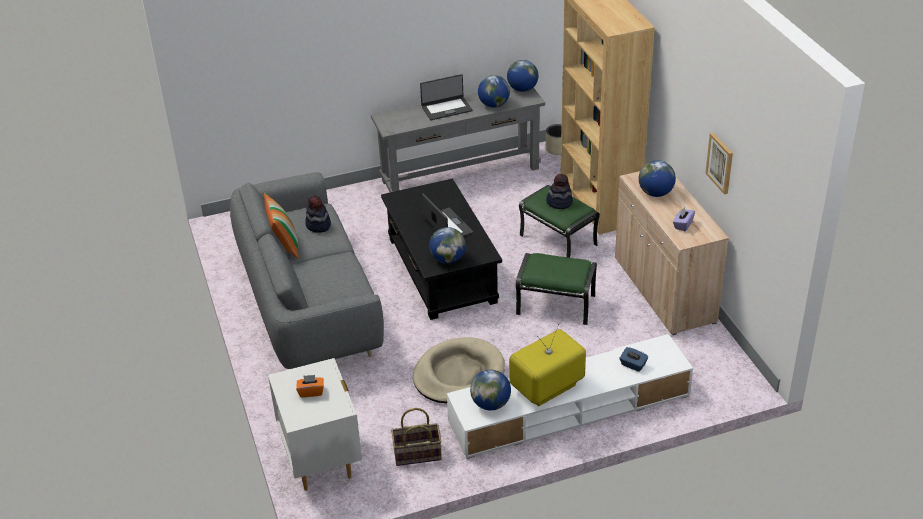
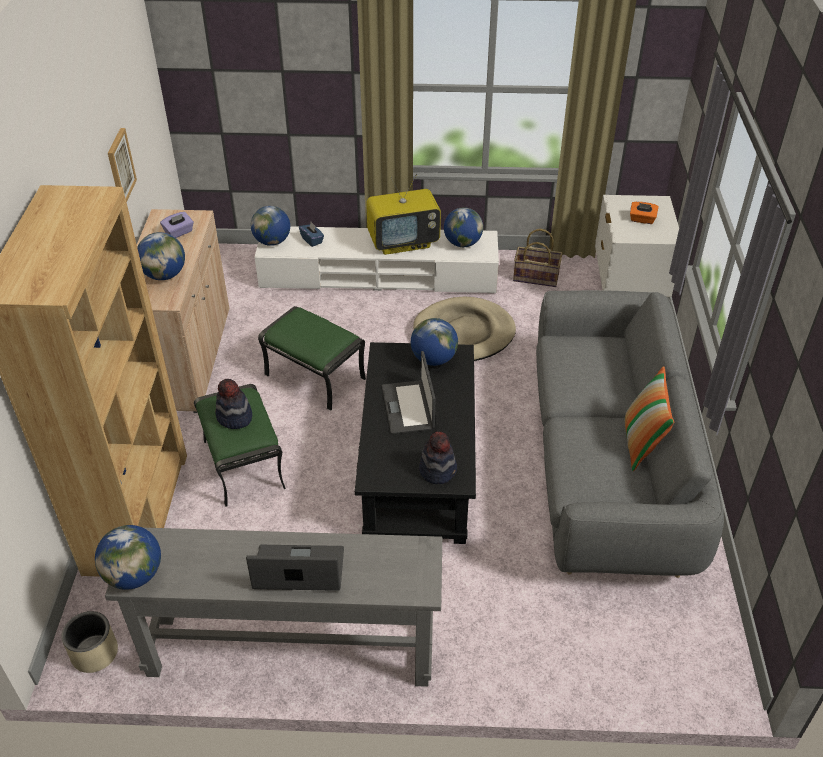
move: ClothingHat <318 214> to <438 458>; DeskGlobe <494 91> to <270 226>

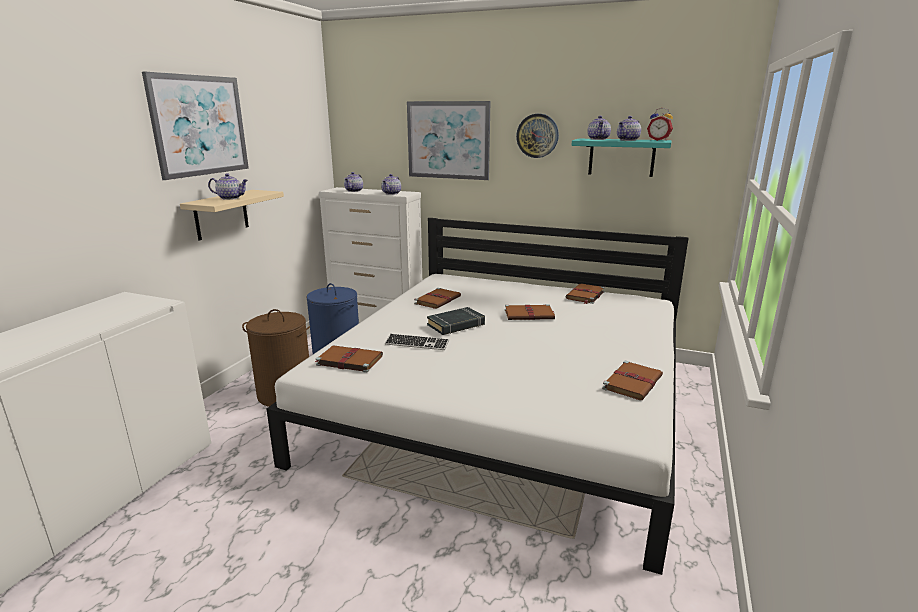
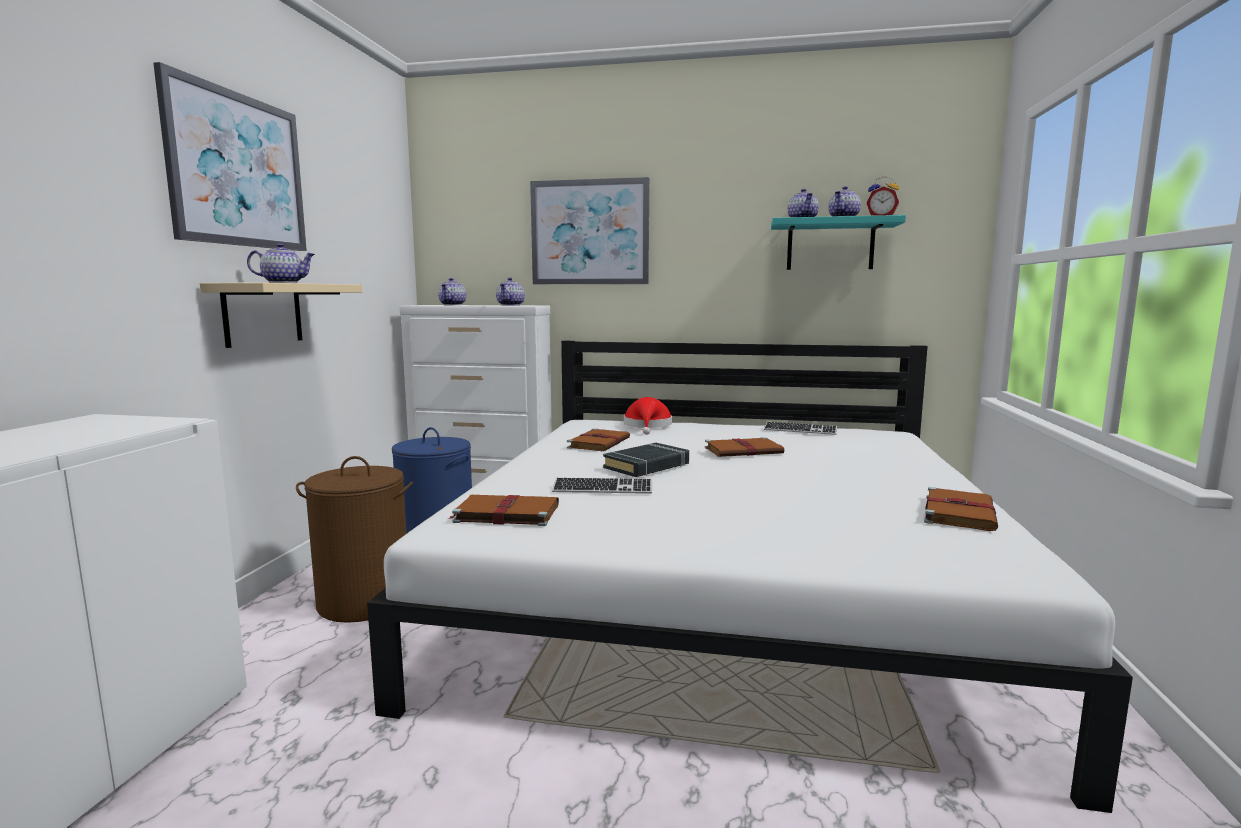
delete: ClockOnTheWall <537 136>
insert: RedColouredClothingHat <648 416>
replace: BrownishBook <585 293> to ComputerKeyboard <800 428>

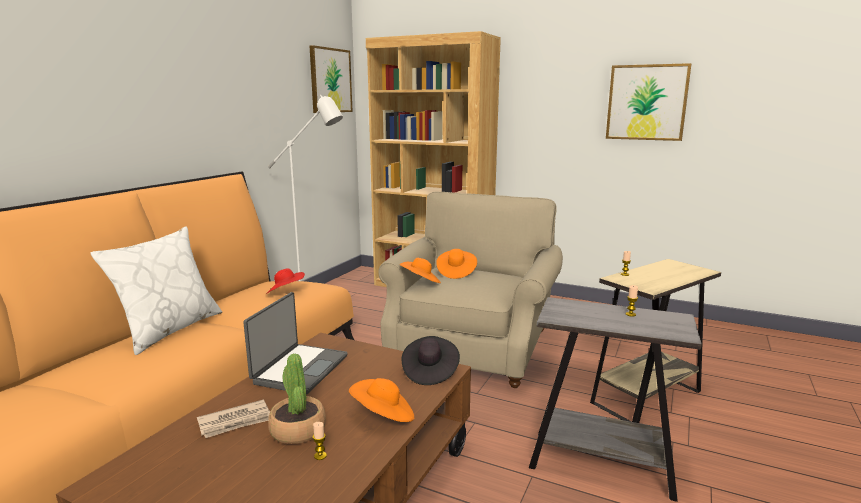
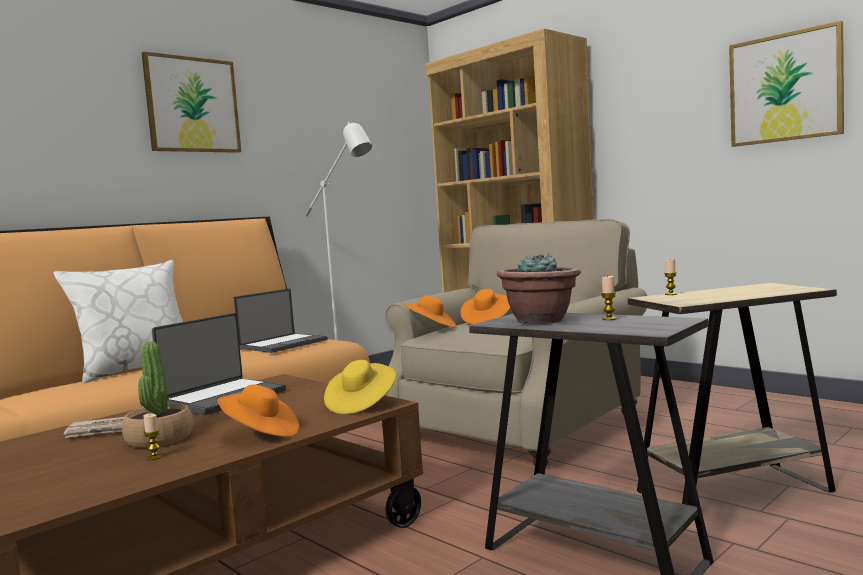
insert: PottedPlant <539 288>
move: Picture <331 79> to <191 102>
replace: RedColouredClothingHat <285 281> to Laptop <280 320>
recolor: BlackColouredClothingHat <431 360> to YellowColouredClothingHat <360 387>

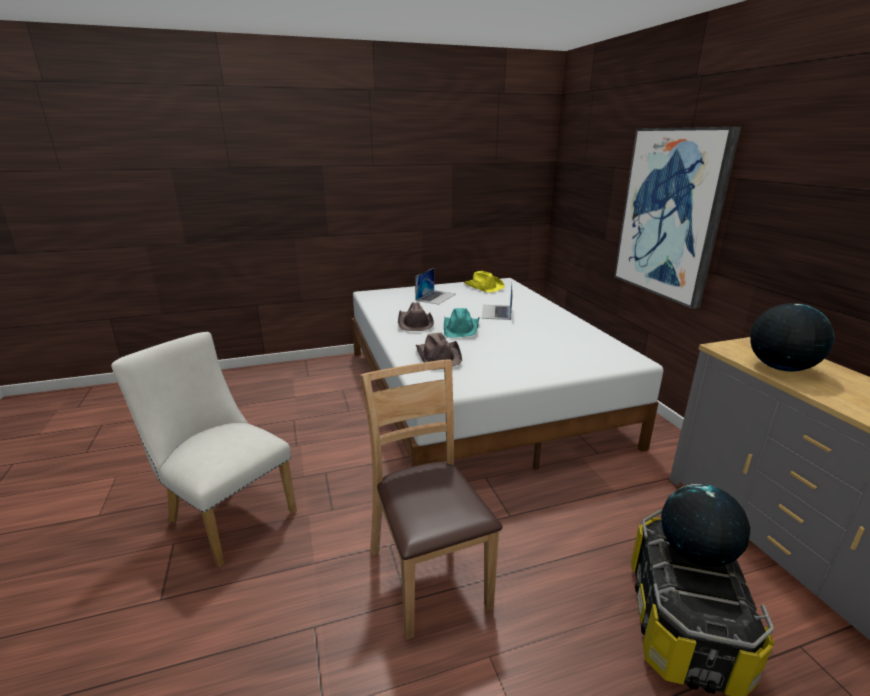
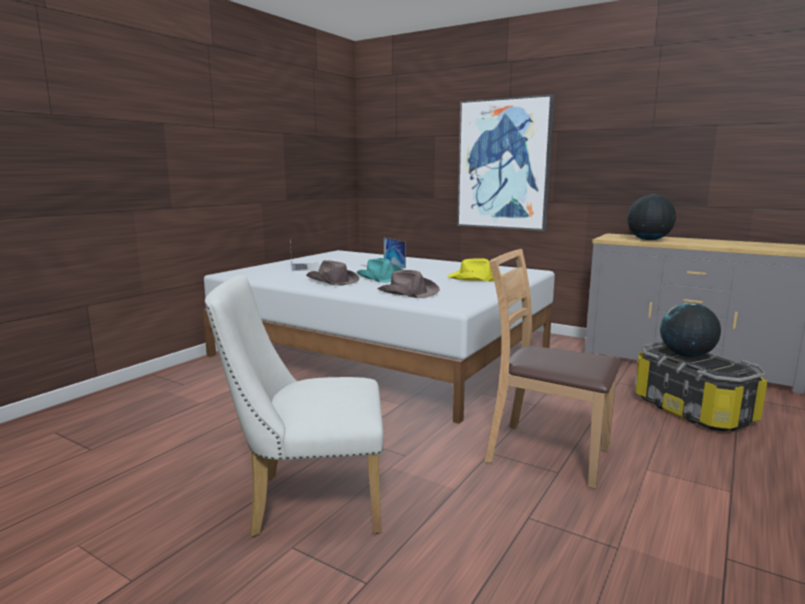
move: YellowColouredClothingHat <484 282> to <475 270>

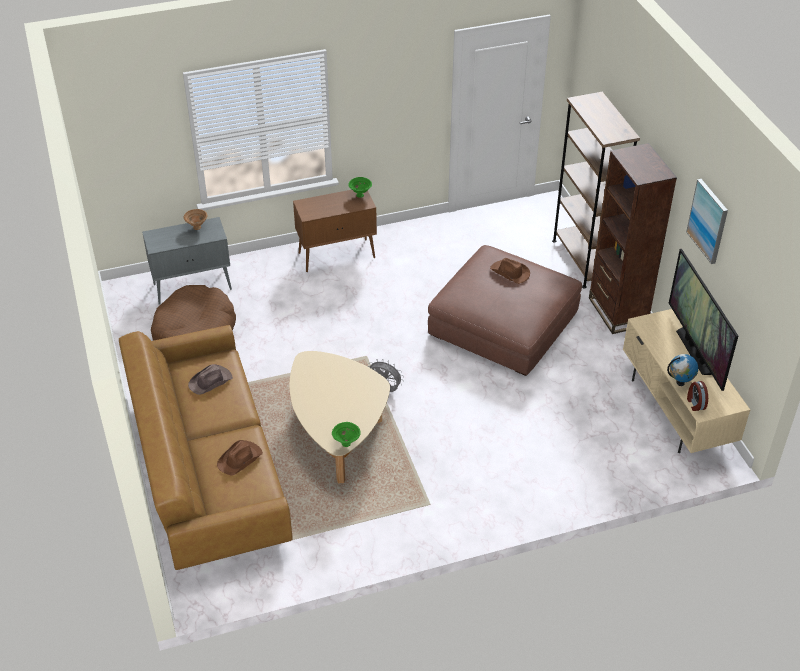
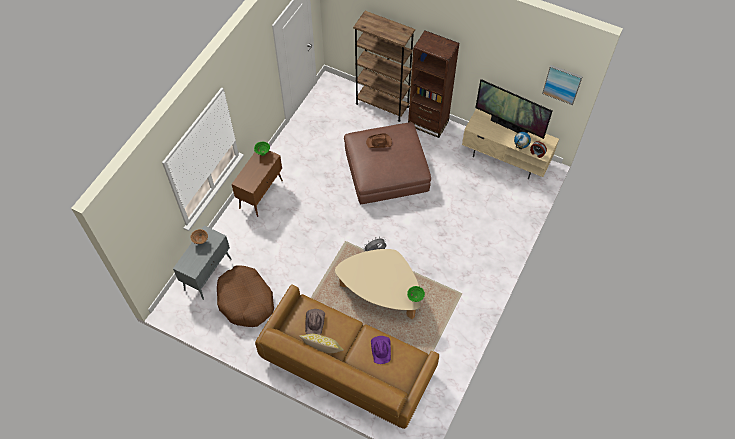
insert: ThrowPillow <321 343>
move: Picture <707 221> to <562 85>
recolor: BrownishClothingHat <240 458> to PurpleClothingHat <381 350>

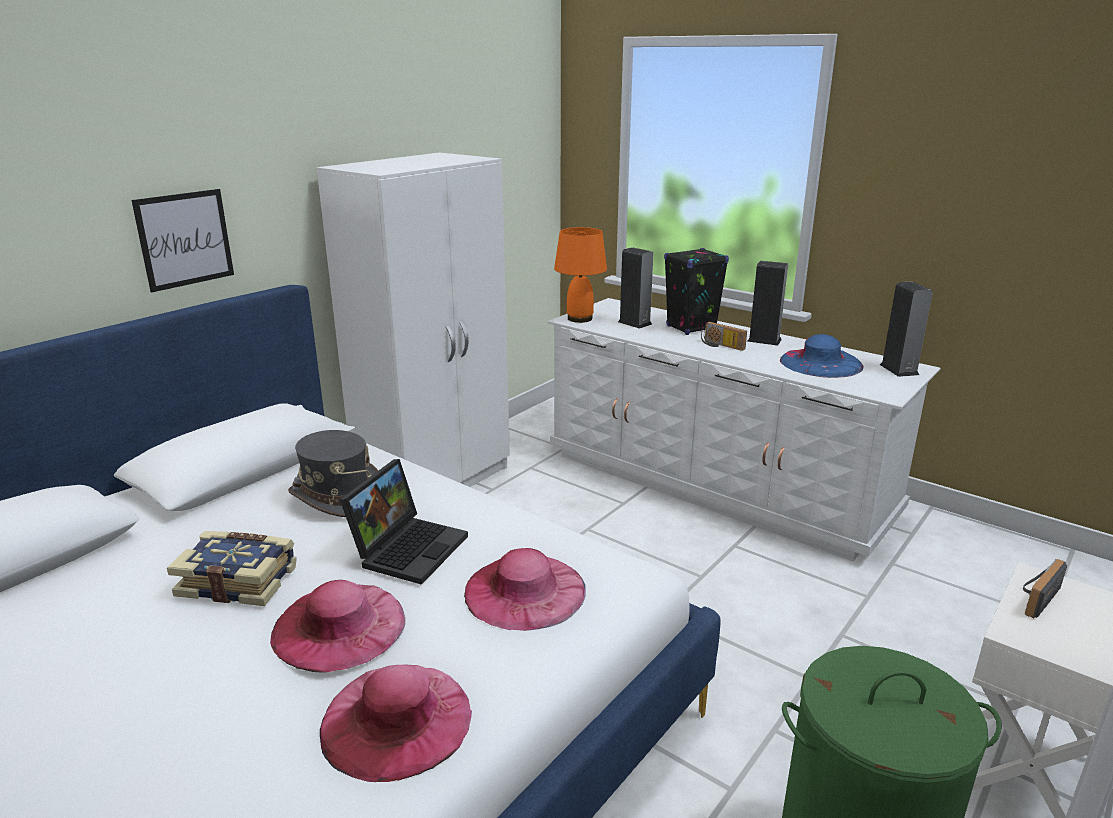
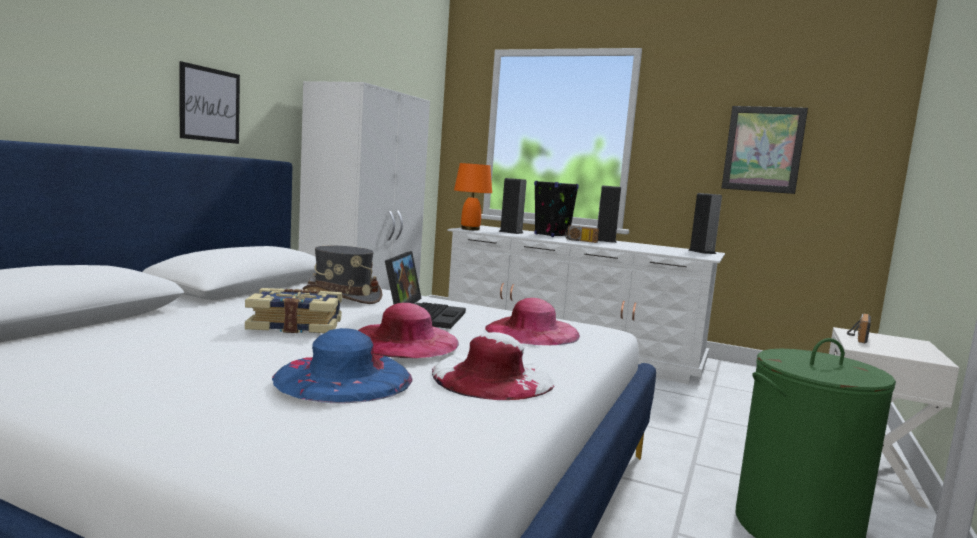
insert: Picture <765 150>
move: BluishClothingHat <821 356> to <342 365>
recolor: PinkColouredClothingHat <396 723> to WhitishClothingHat <493 366>

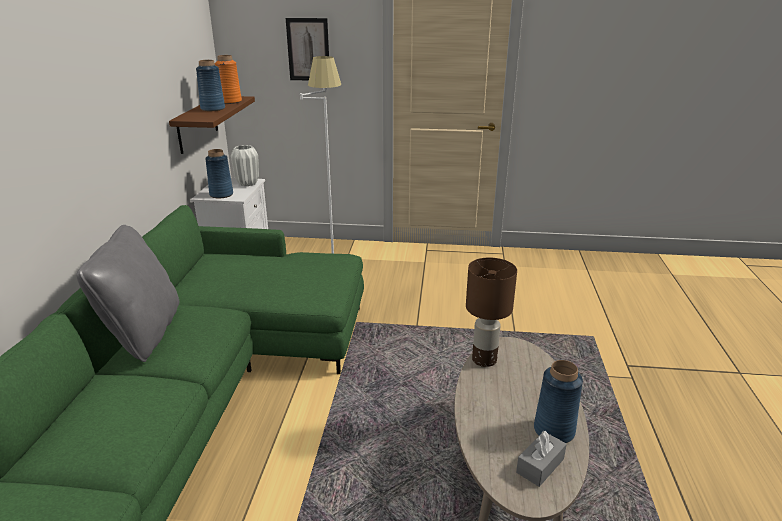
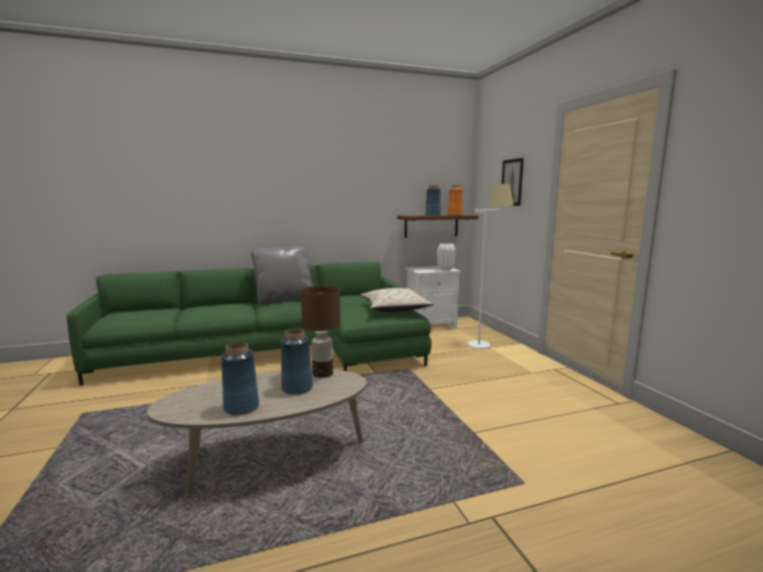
delete: GreyBoxOfTissues <541 459>
insert: BeigeThrowPillow <397 300>
move: BluishVase <219 174> to <297 362>

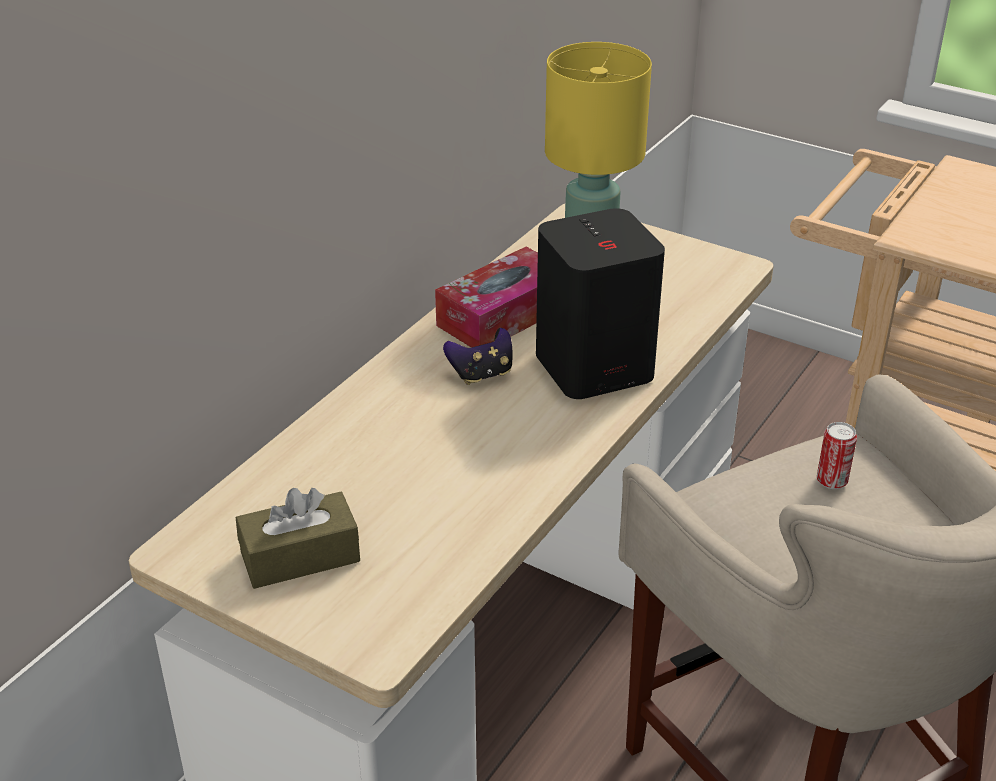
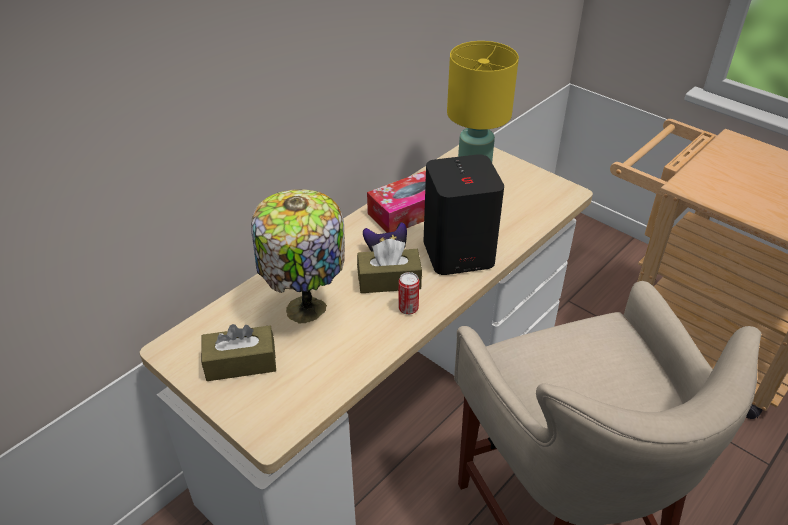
insert: TabletopLamp <298 256>; BrownishBoxOfTissues <389 266>
move: MetalCan <837 455> to <409 293>

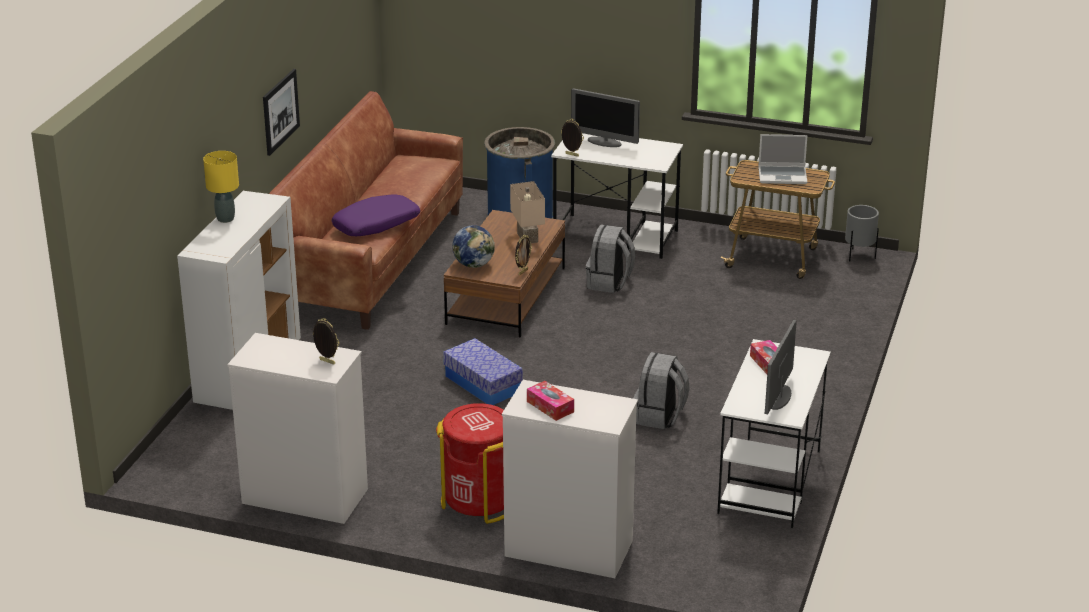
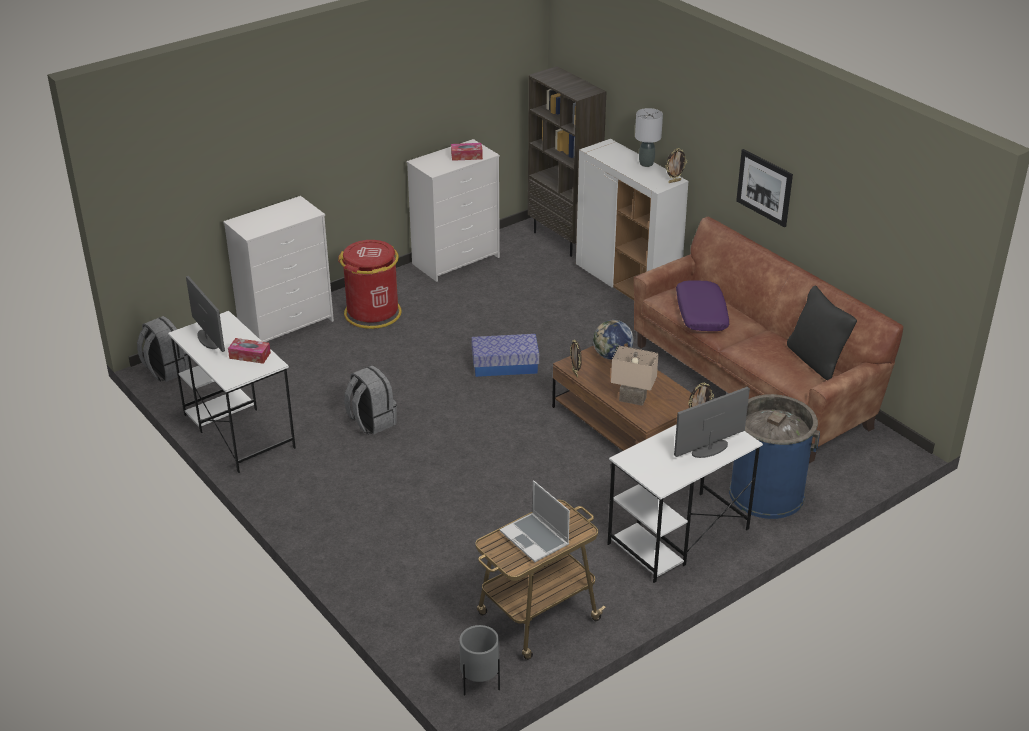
insert: BrownishShelvingUnit <567 161>; BlackColouredThrowPillow <822 332>
move: PhotoFrame <326 341> to <676 165>; BoxOfTissues <550 401> to <467 152>; GreyBackpack <610 258> to <163 349>
recolor: YellowColouredTabletopLamp <221 187> to GreyTabletopLamp <649 137>
rotate: Laptop <783 159> = <535 521> 75 degrees counterclockwise

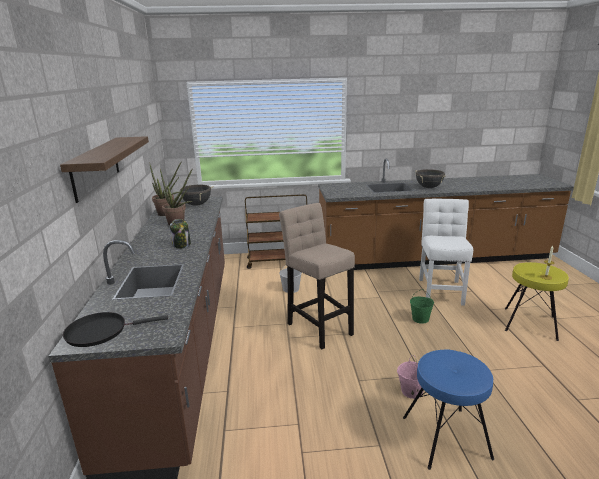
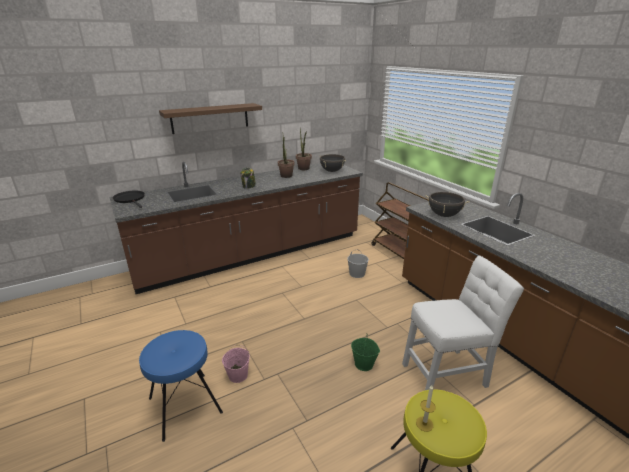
delete: BeigeStoolSeat <317 276>
move: BlackColouredCookingPot <430 178> to <447 204>

